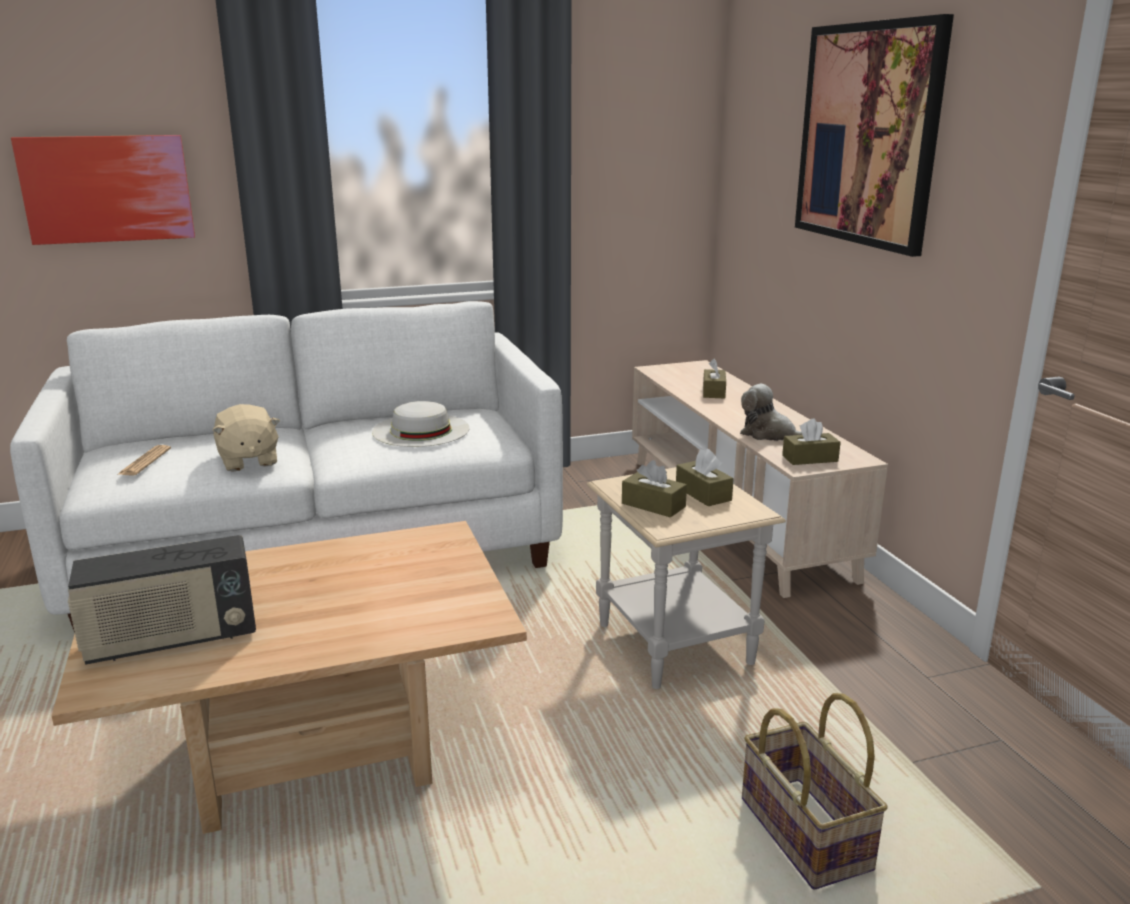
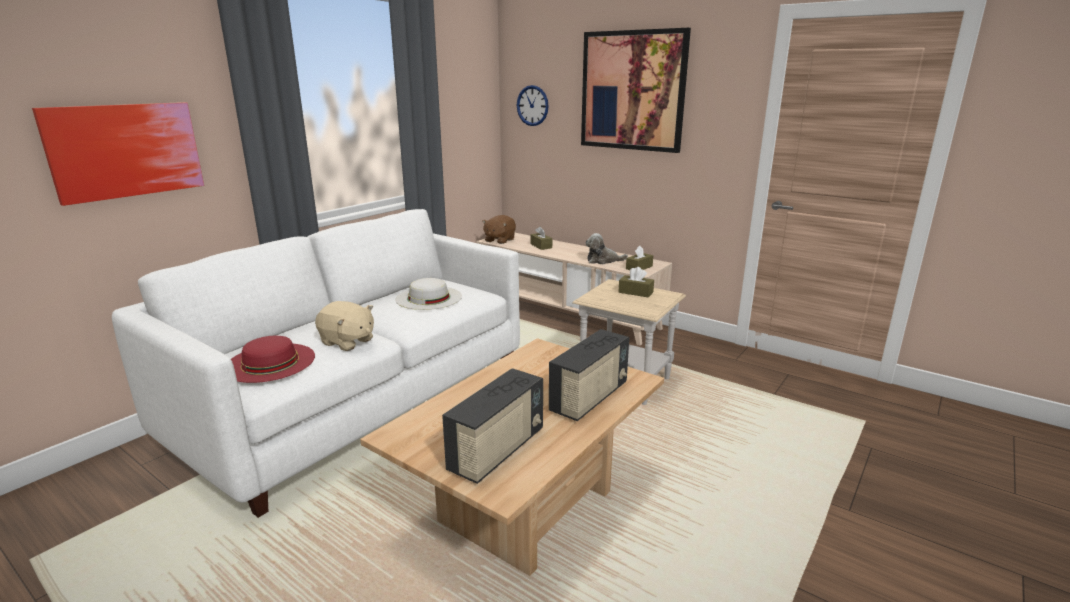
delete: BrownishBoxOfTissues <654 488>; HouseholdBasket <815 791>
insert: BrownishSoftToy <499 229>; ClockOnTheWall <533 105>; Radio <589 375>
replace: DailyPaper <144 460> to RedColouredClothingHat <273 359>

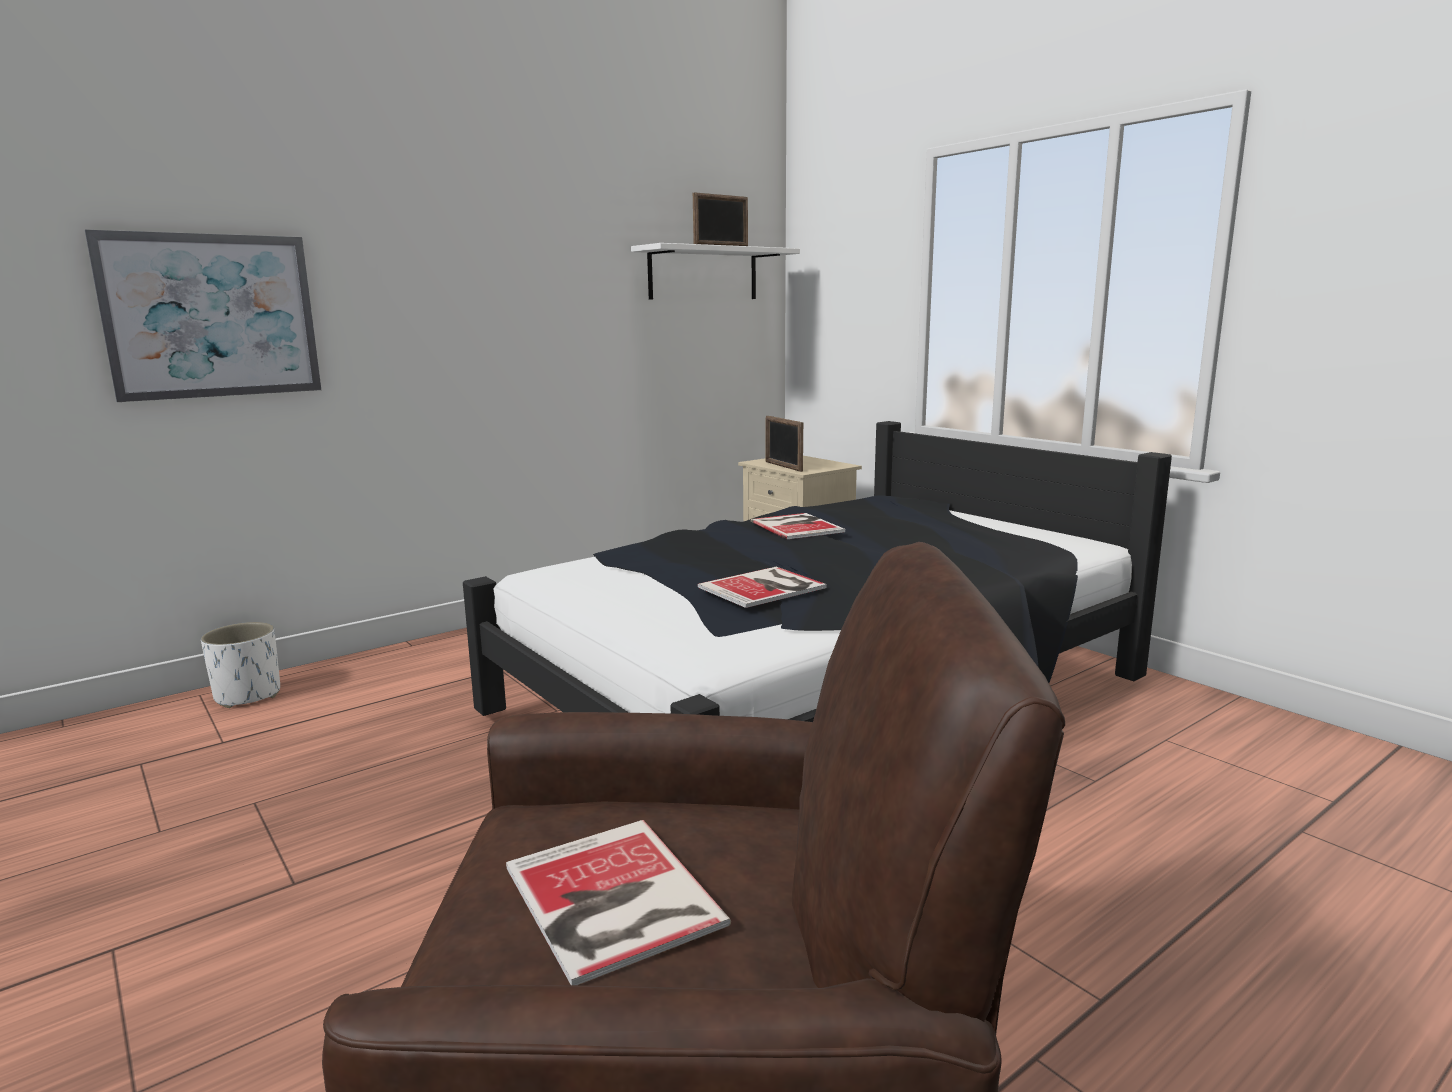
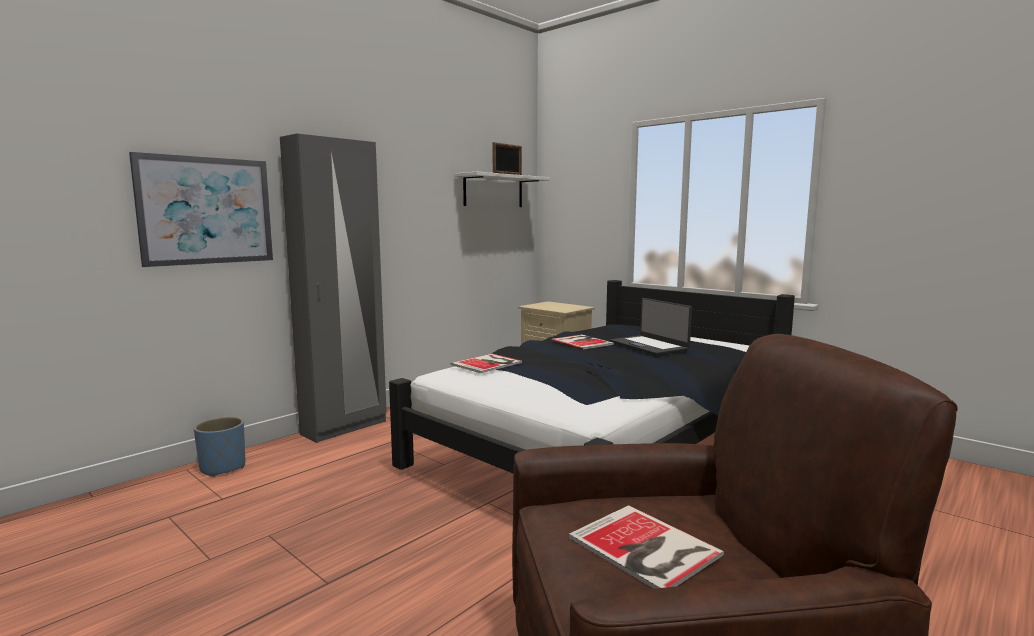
delete: PhotoFrame <784 444>
insert: GreyClothesCupboard <333 288>; Laptop <651 326>
move: Book <761 587> to <486 363>
recolor: WhitishFlowerPot <240 665> to BluishFlowerPot <219 447>

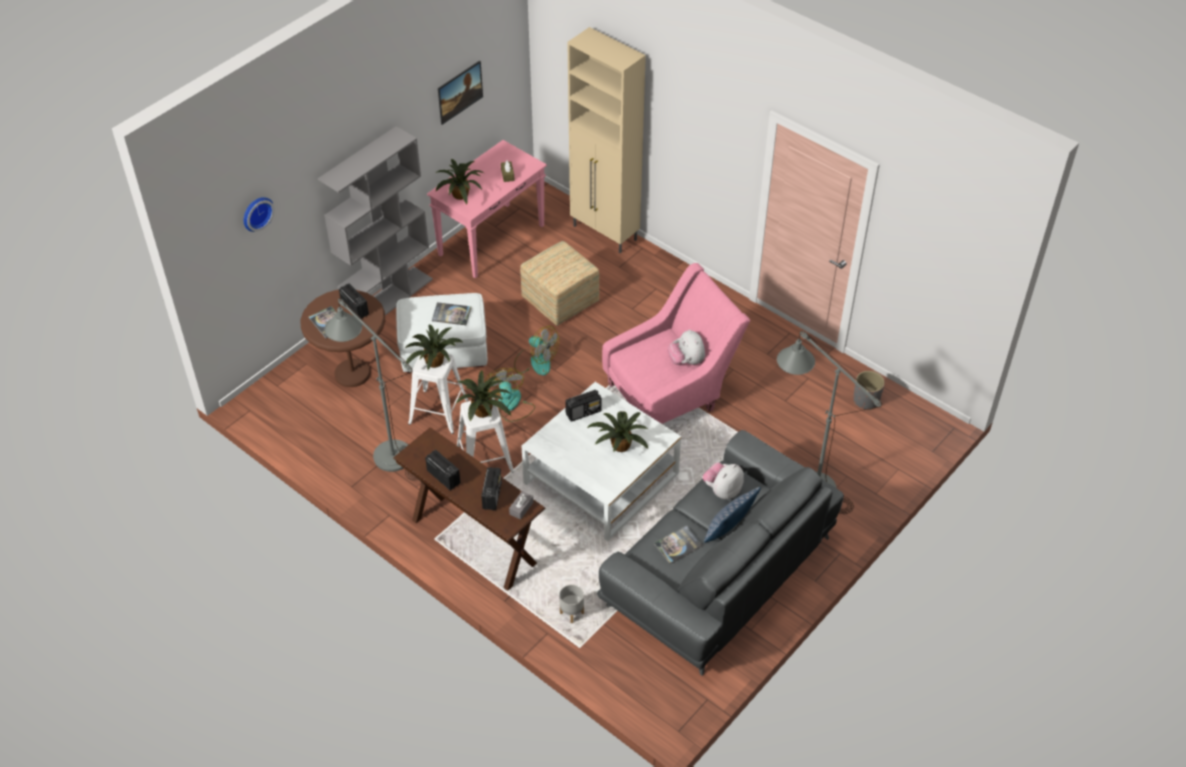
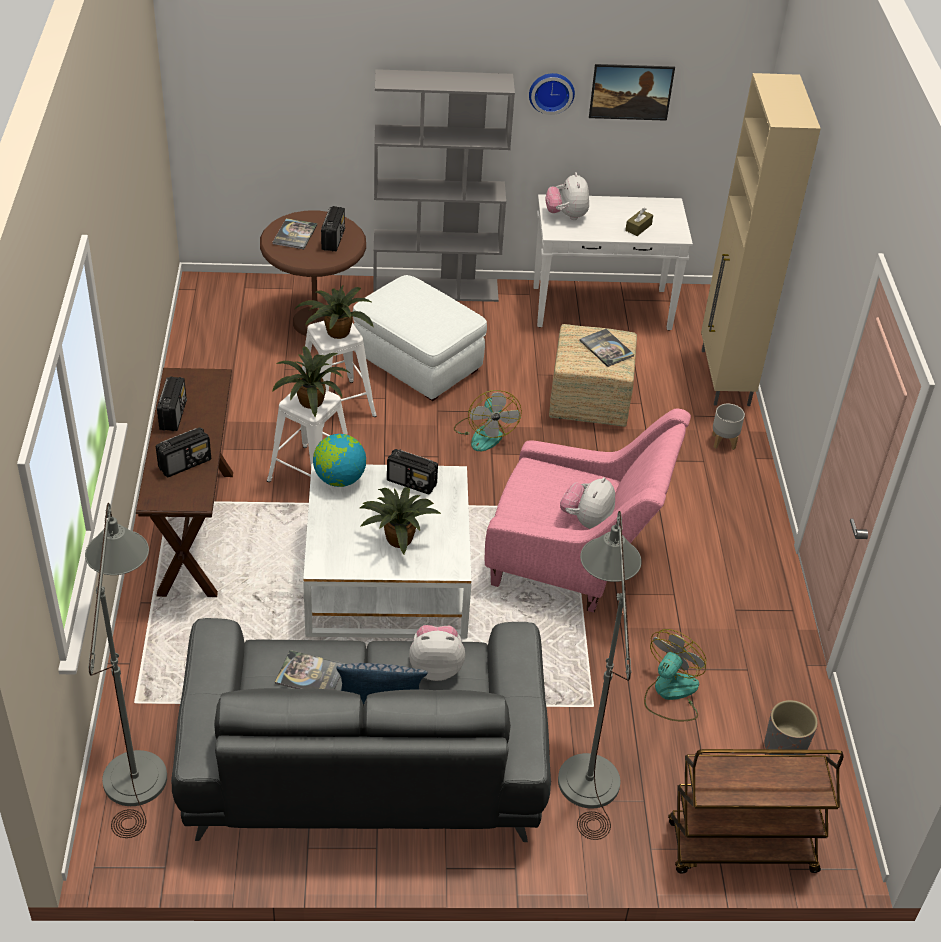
delete: GreyBoxOfTissues <521 505>
insert: DeskGlobe <339 460>; BrownishCart <756 811>
move: ClockOnTheWall <259 214> to <552 94>; GreyStandingLamp <370 389> to <126 670>; Book <451 313> to <606 348>; ElectricFan <509 395> to <675 675>; GreyFlowerPot <571 604> to <728 427>
replace: PottedPlant <459 182> to SoftToy <567 196>
recolor: PinkColouredNarrowTable <487 209> to WhitishNarrowTable <613 262>

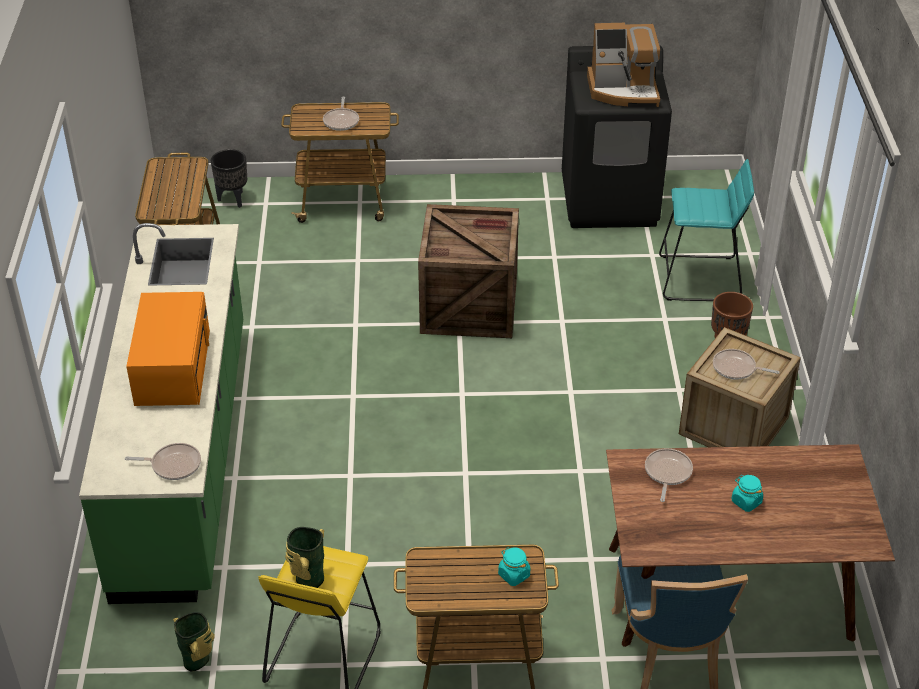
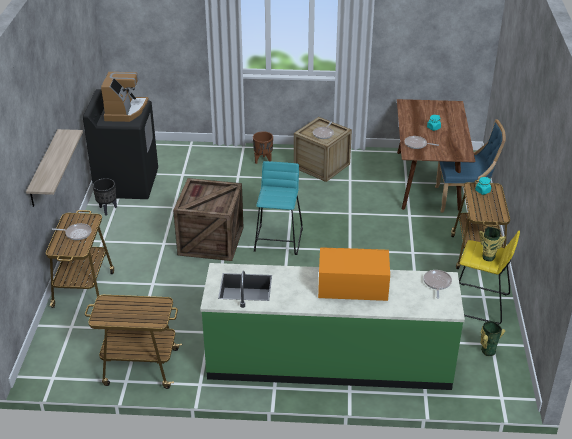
insert: Shelf <54 168>
move: BlackColouredFlowerPot <229 178> to <105 197>; BlueGreenStoolSeat <706 230> to <278 208>

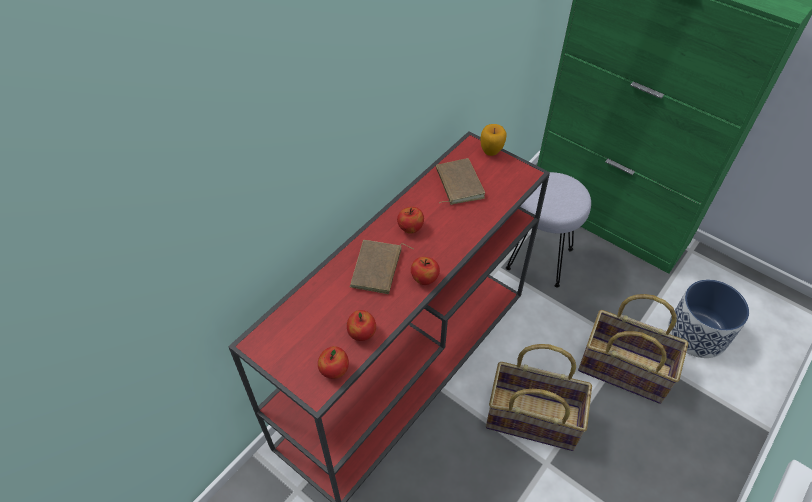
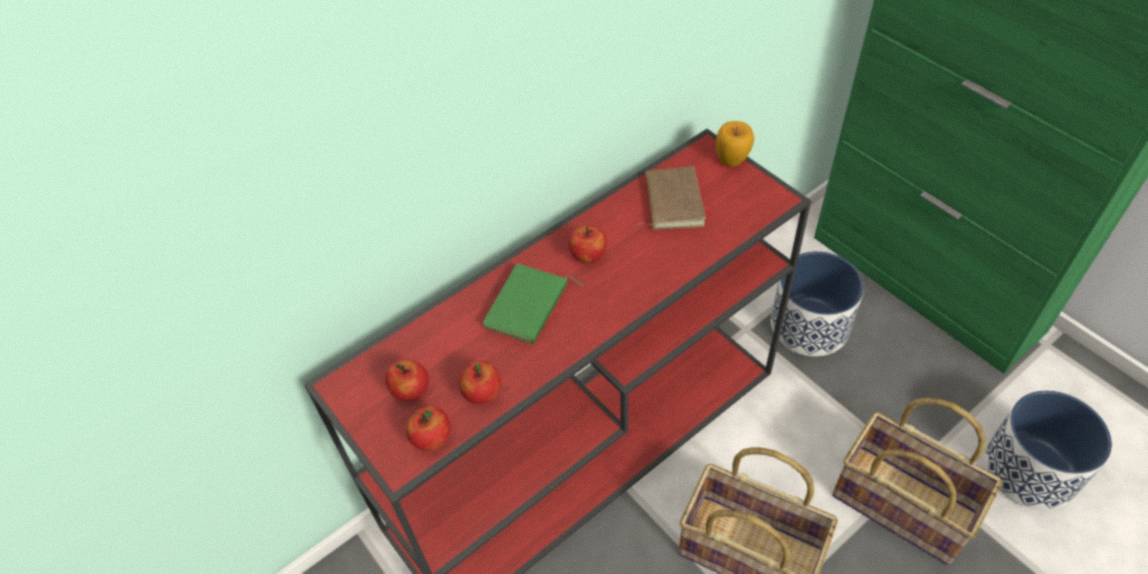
move: Apple <425 271> to <407 380>
replace: GreyStoolSeat <548 229> to FlowerPot <817 303>
recolor: BrownishBook <381 267> to GreenColouredBook <533 304>

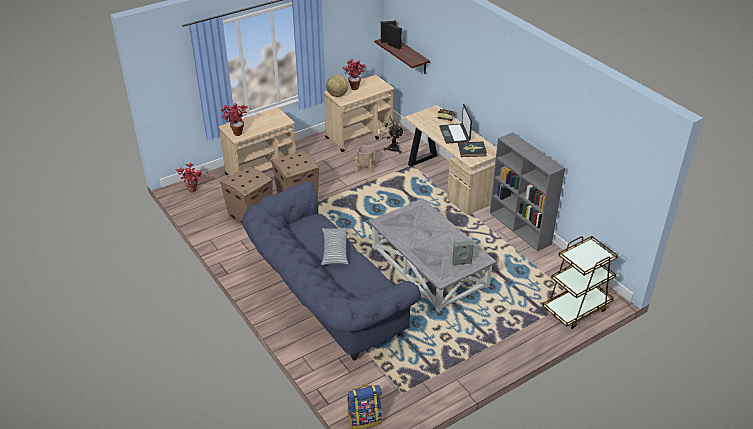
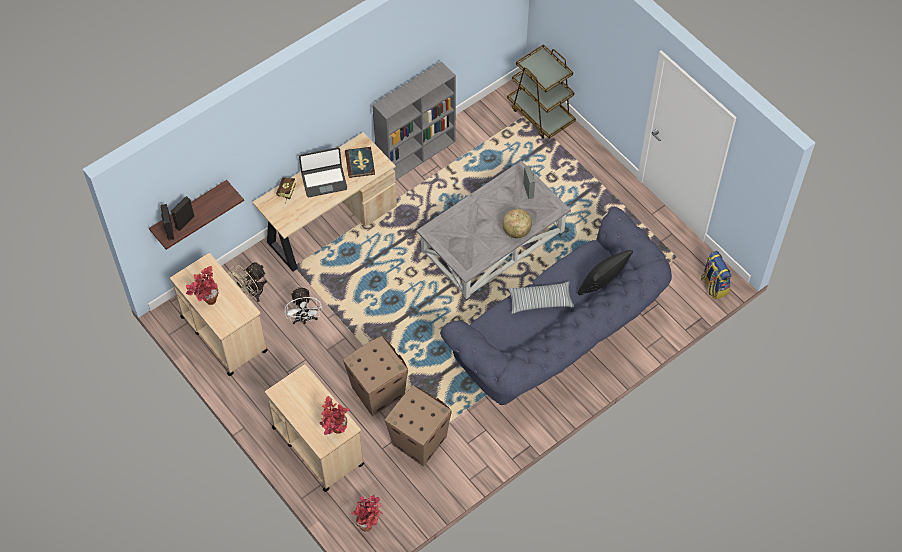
insert: BlackColouredThrowPillow <605 273>
move: DeskGlobe <337 86> to <517 224>
replace: BeigeFlowerPot <366 160> to WhitishElectricFan <303 305>

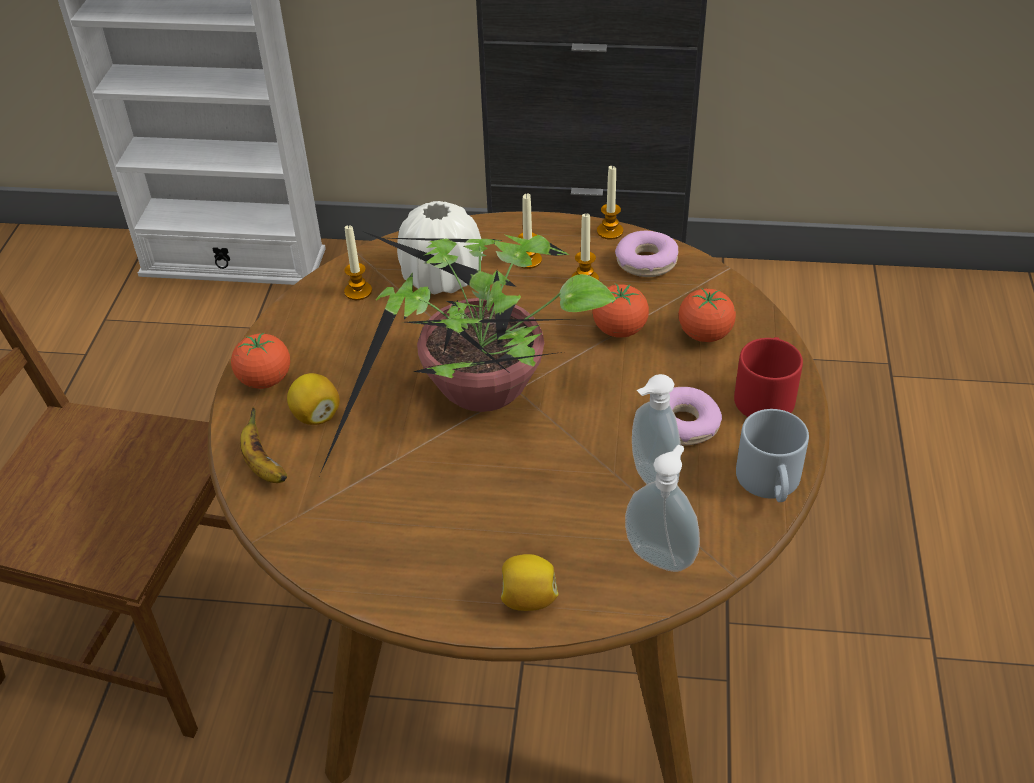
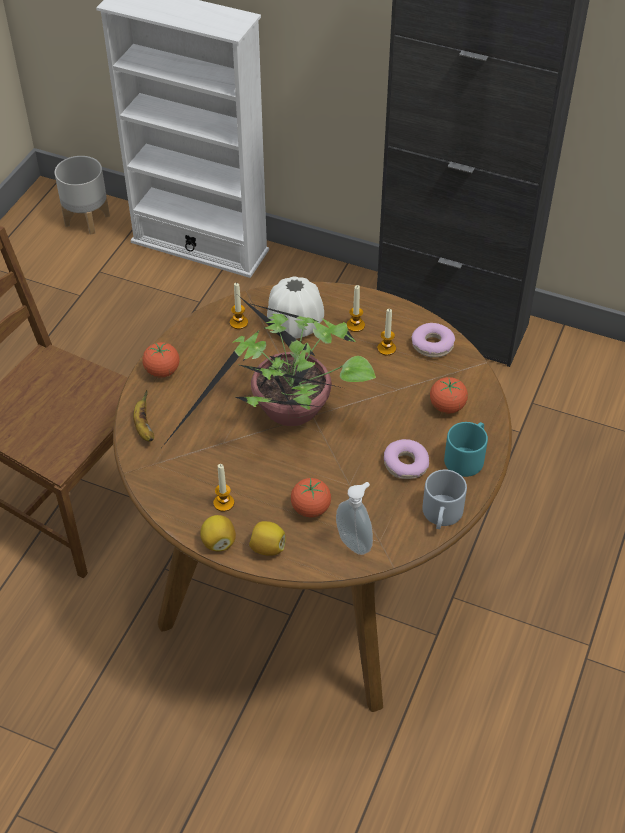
delete: SoapBottle <656 429>
insert: GreyFlowerPot <82 195>
move: CitrusFruit <313 399> to <218 533>; WholeTomato <620 310> to <311 497>; WaxLight <610 202> to <223 488>
recolor: RedColouredTeaMug <768 377> to BlueGreenTeaMug <466 449>

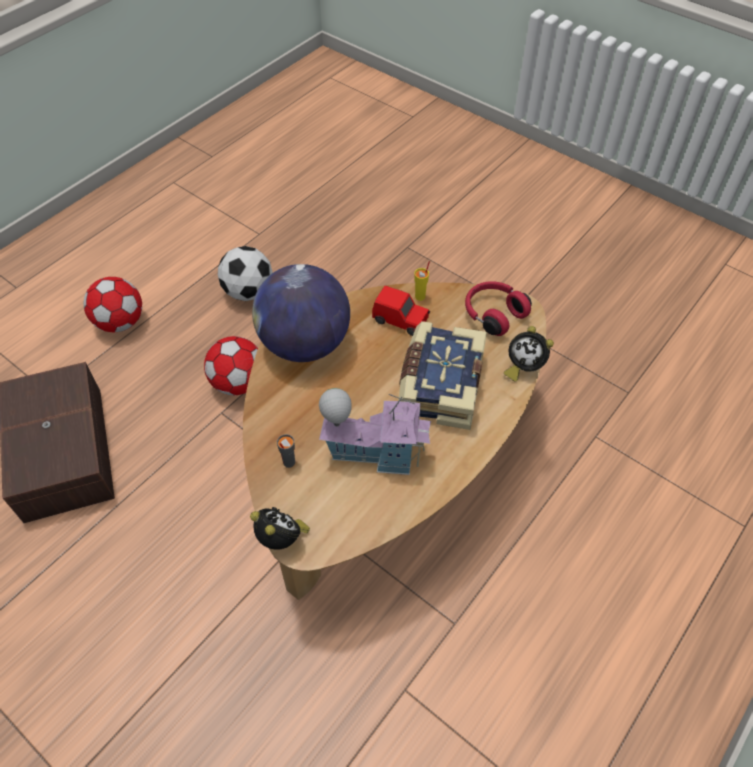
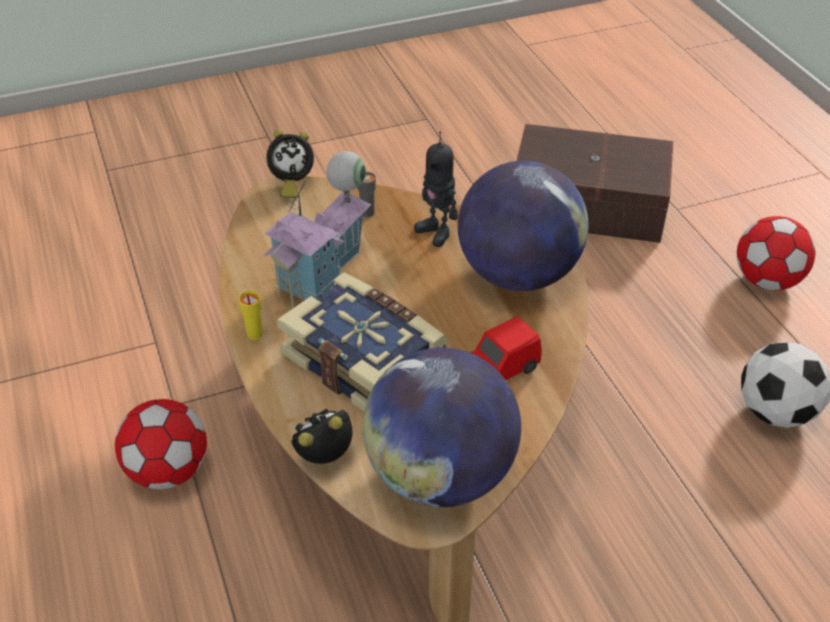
insert: ToyRobot <436 189>
move: BallForFootball <231 365> to <161 444>; YellowColouredDrinkingCup <422 281> to <250 315>
replace: RedColouredHeadset <498 308> to DeskGlobe <441 427>

